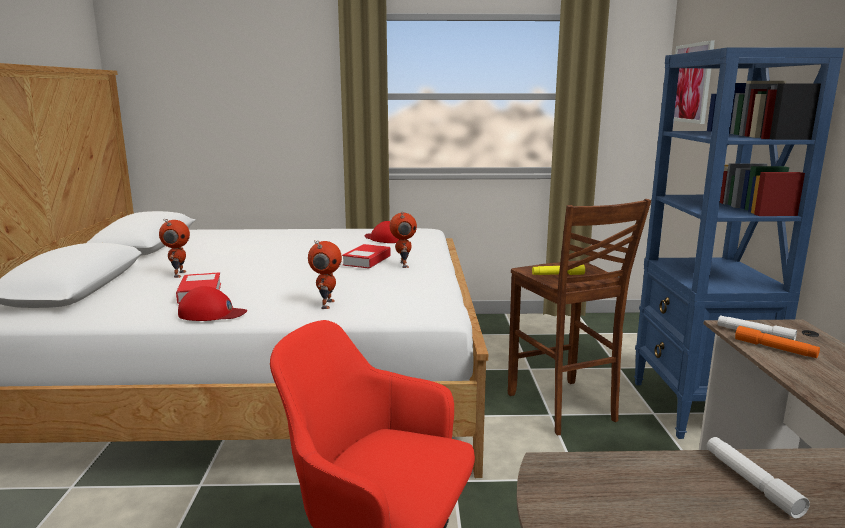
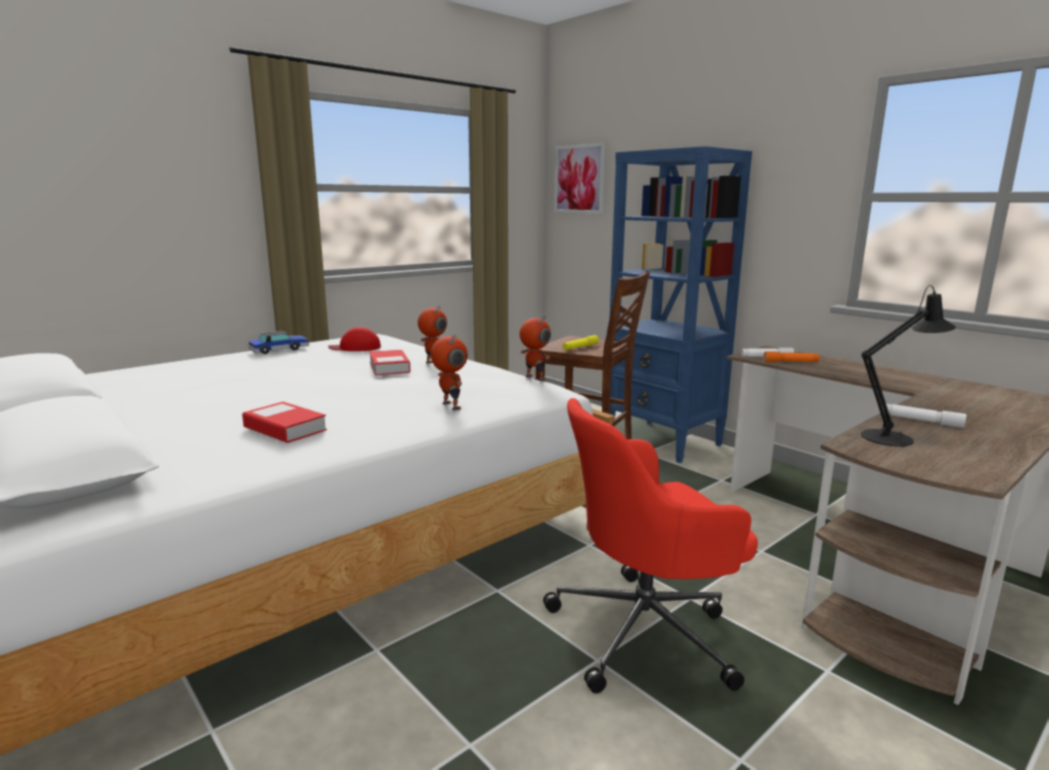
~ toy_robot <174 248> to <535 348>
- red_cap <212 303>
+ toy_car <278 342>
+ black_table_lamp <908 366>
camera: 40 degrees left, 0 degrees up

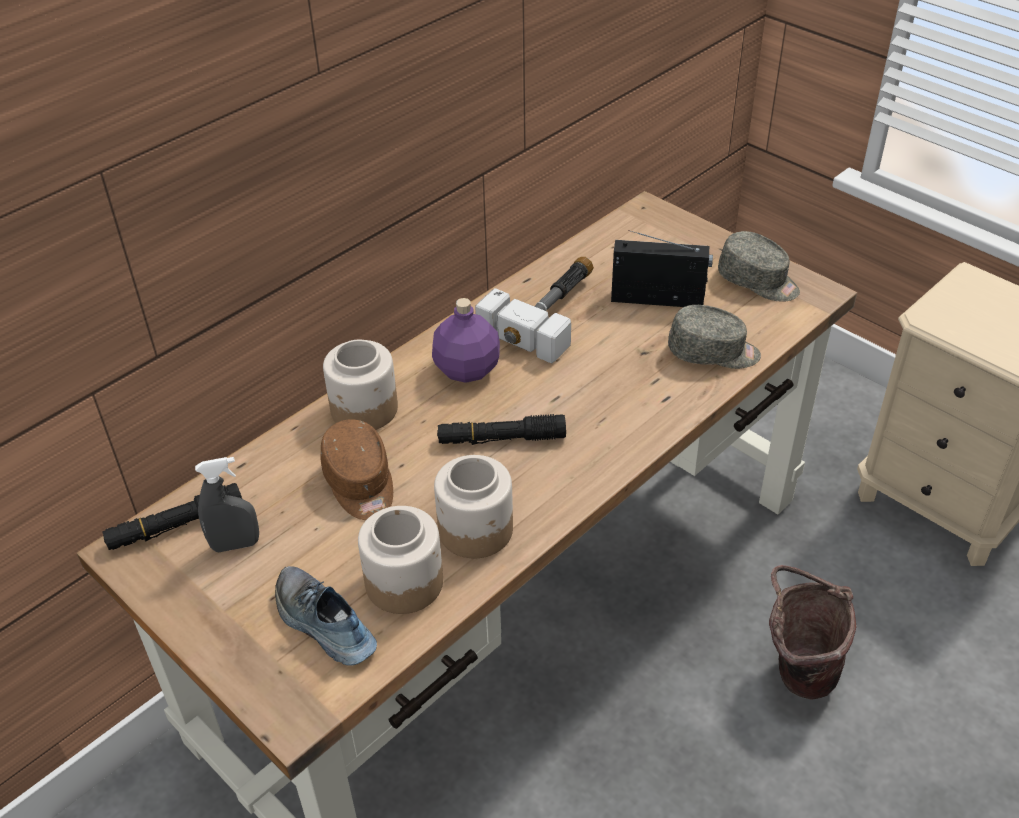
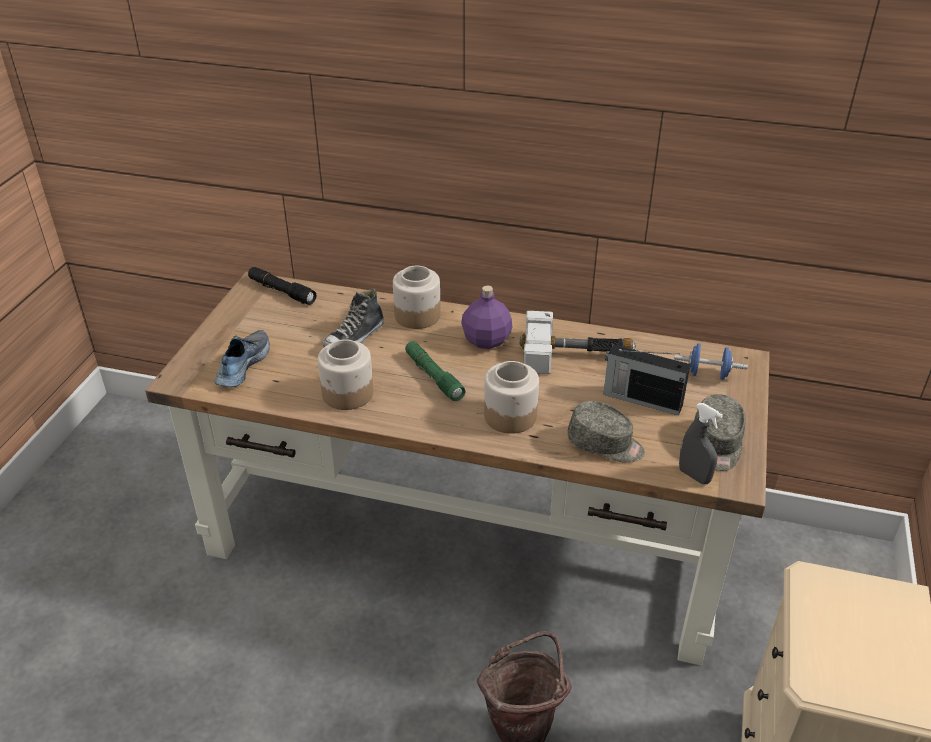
~ grey_spray_bottle <227 504> to <701 443>
~ brown_cap <357 470> to shoe <353 317>
~ jar <400 560> to <511 397>
~ black_flashlight <501 429> to green_flashlight <435 371>
~ radio <662 268> = <647 379> 135 degrees clockwise
~ grey_cap <714 337> = <606 432> 45 degrees counterclockwise
+ blue_dumbbell <711 361>
camera: 60 degrees right, 5 degrees down

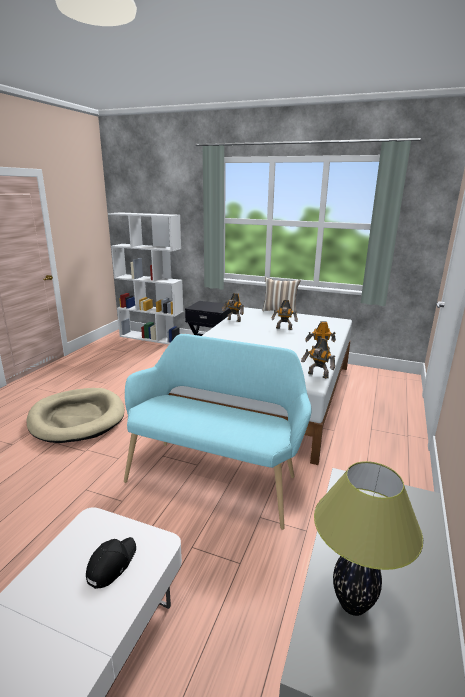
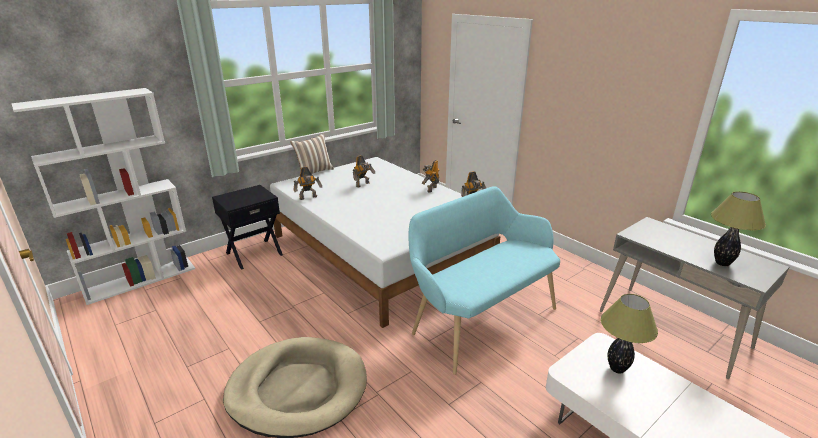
~ black_cap <111 563> to table_lamp <629 334>
camera: 60 degrees left, 5 degrees up

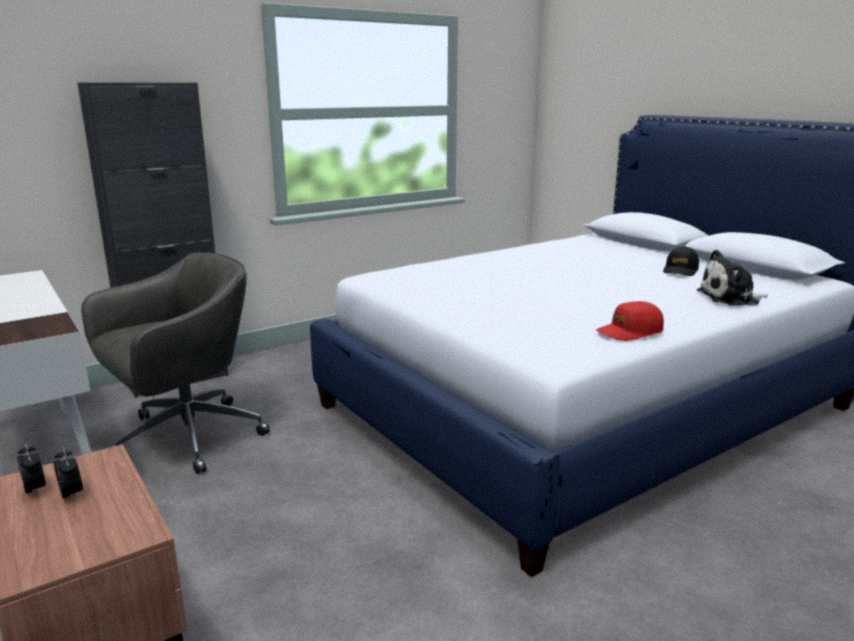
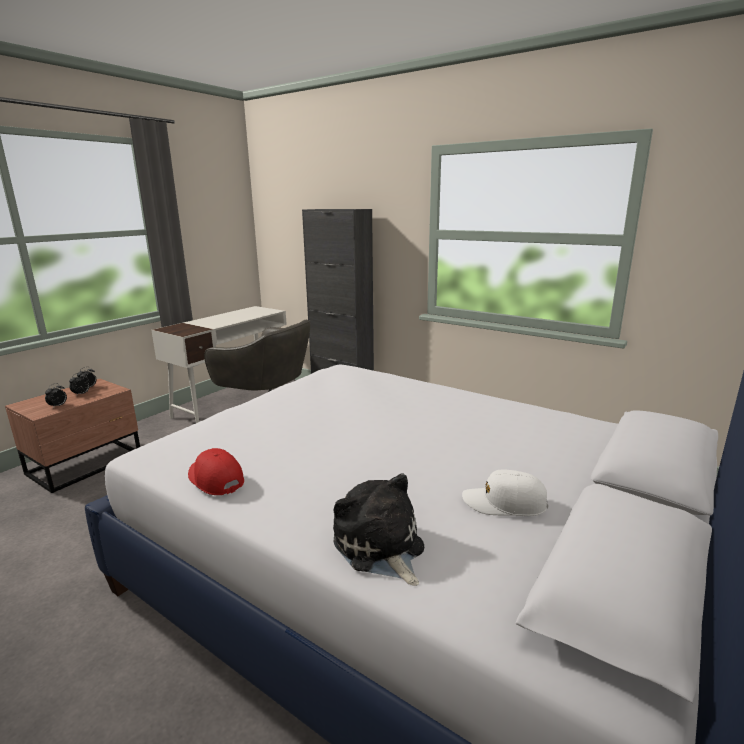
~ black_cap <681 261> to white_cap <505 492>
+ alarm_clock <56 396>
camera: 70 degrees right, 0 degrees up

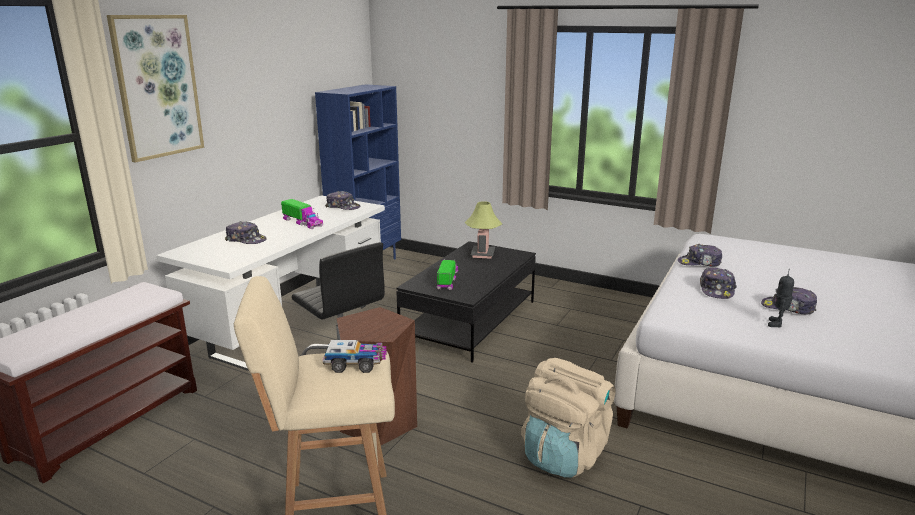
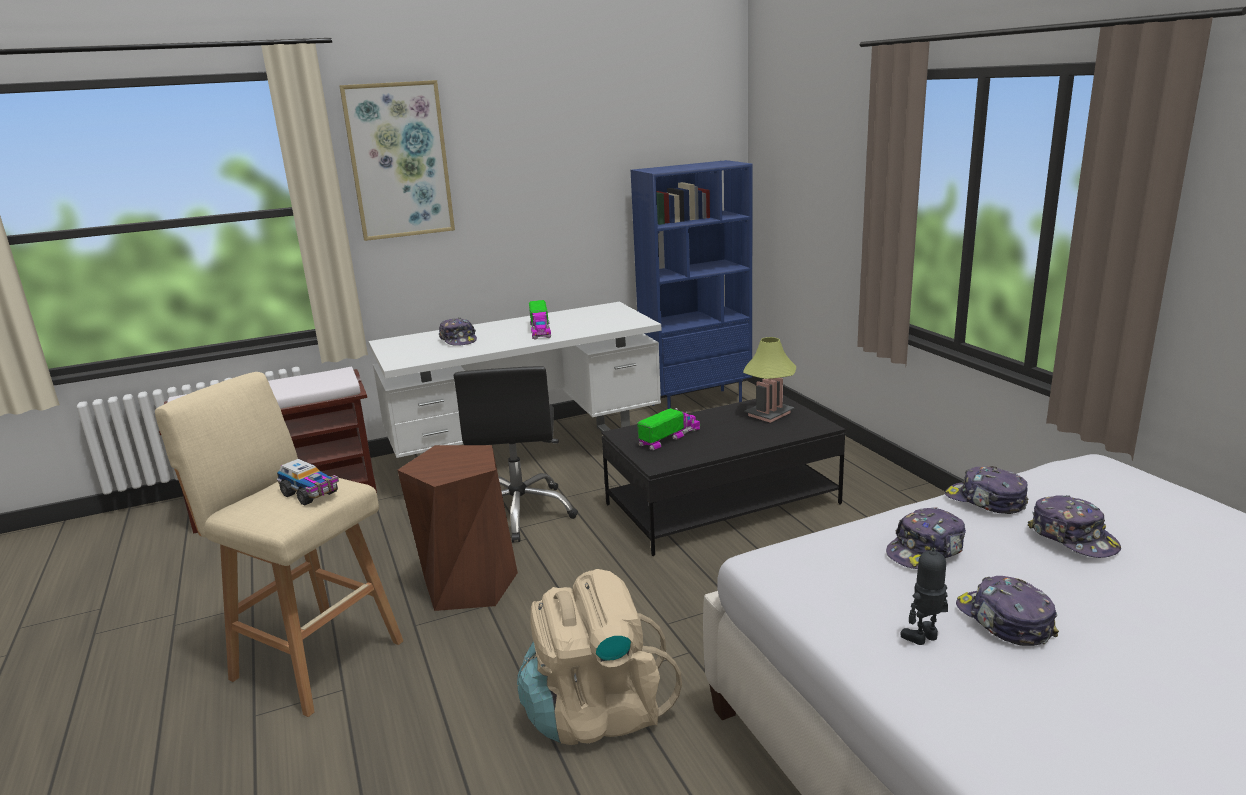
~ cap <342 200> to <1074 526>
camera: 40 degrees right, 0 degrees up

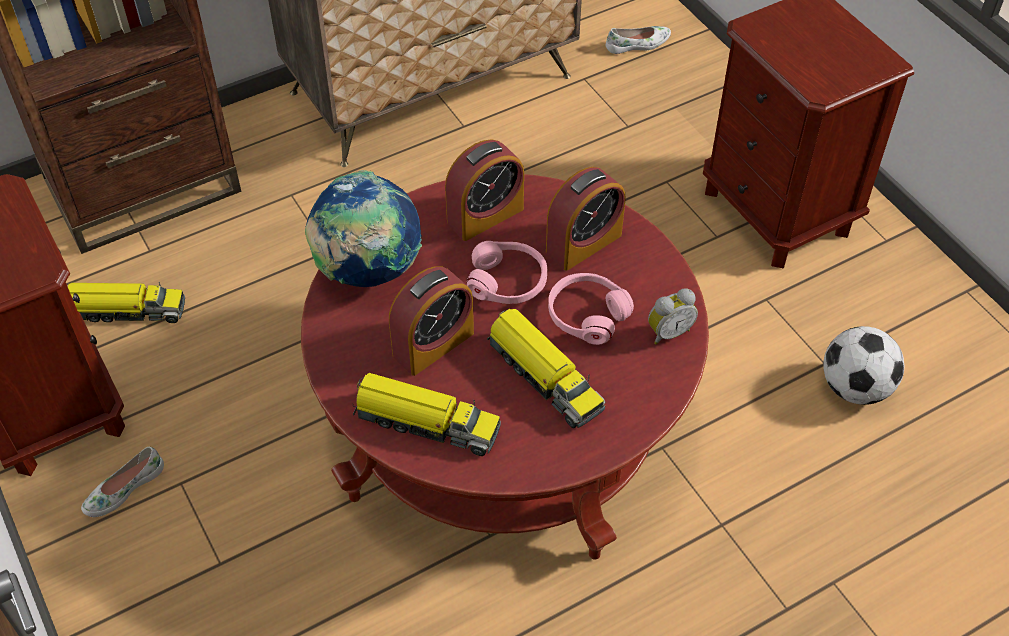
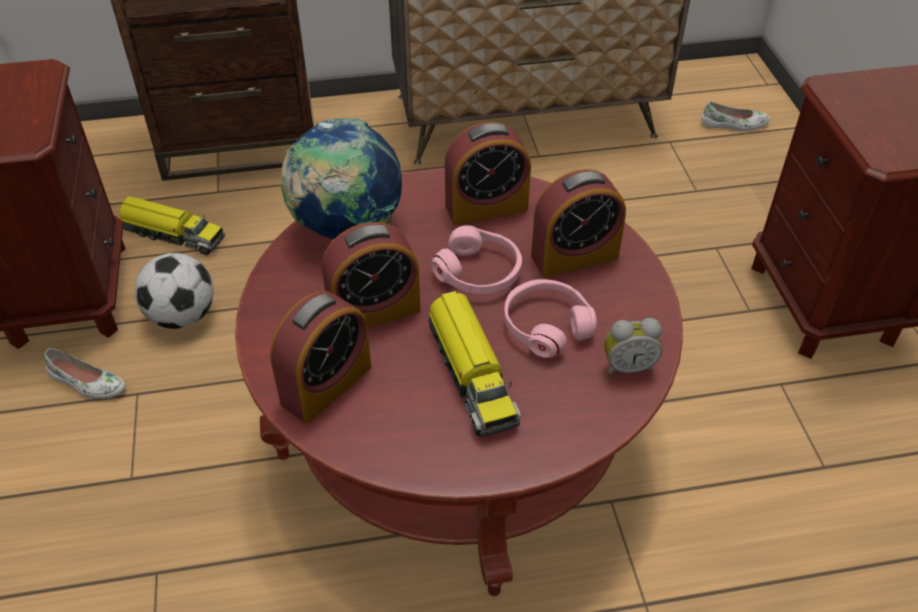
~ white_shoe <122 482> = <85 373> 135 degrees counterclockwise
~ toy_truck <427 414> to alarm_clock <320 357>
~ football <863 365> to <174 291>
camera: 20 degrees right, 5 degrees down

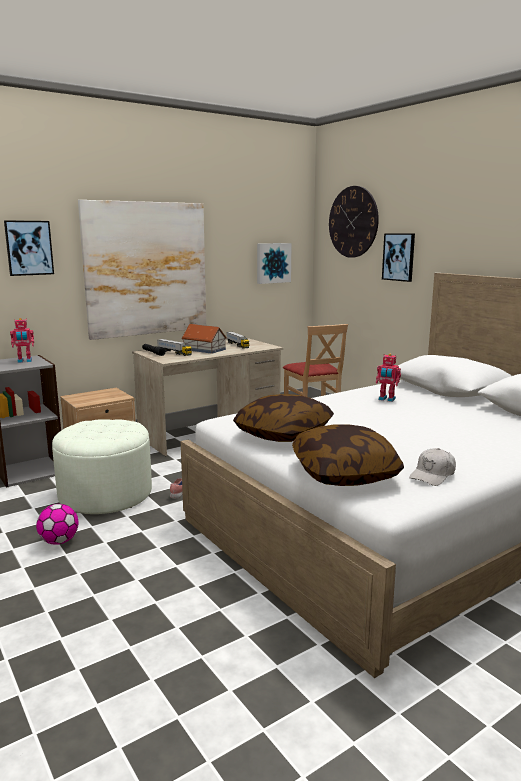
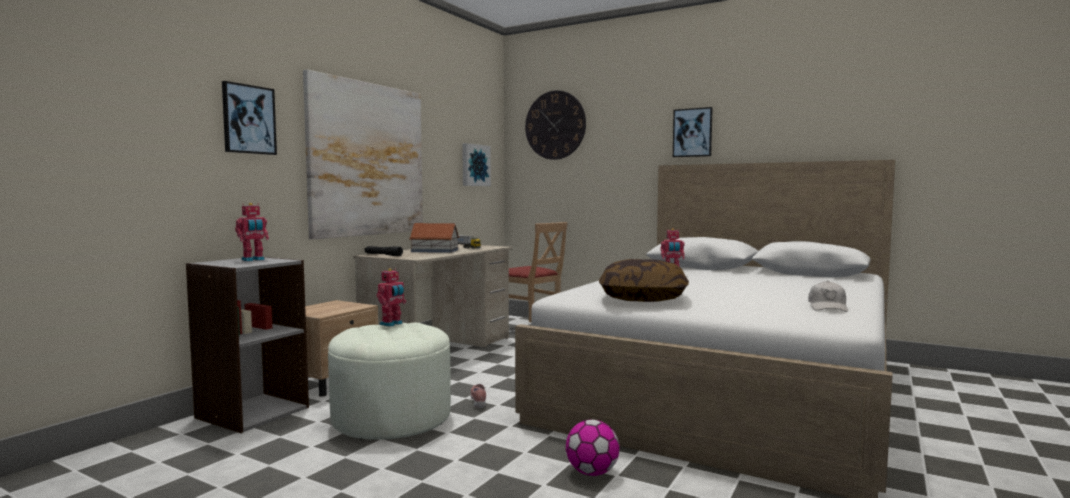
~ football <57 524> to <592 447>
- toy_truck <174 347>
- pillow <348 455>
~ picture <398 257> to <693 132>
+ toy_robot <391 297>
camera: 25 degrees left, 10 degrees down

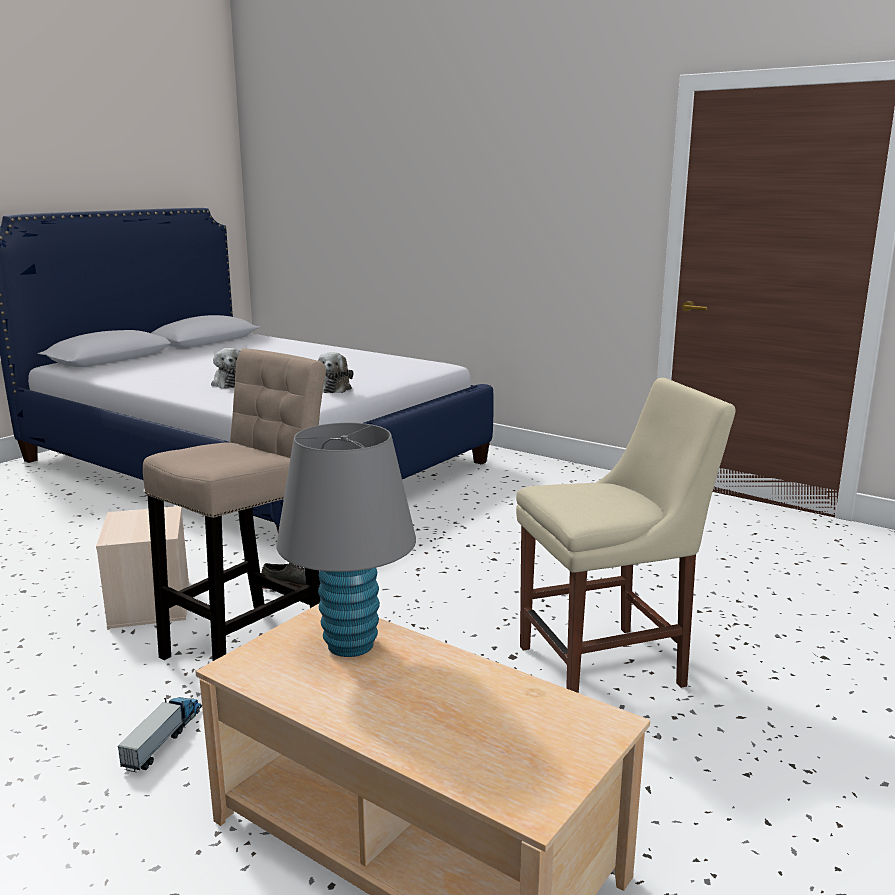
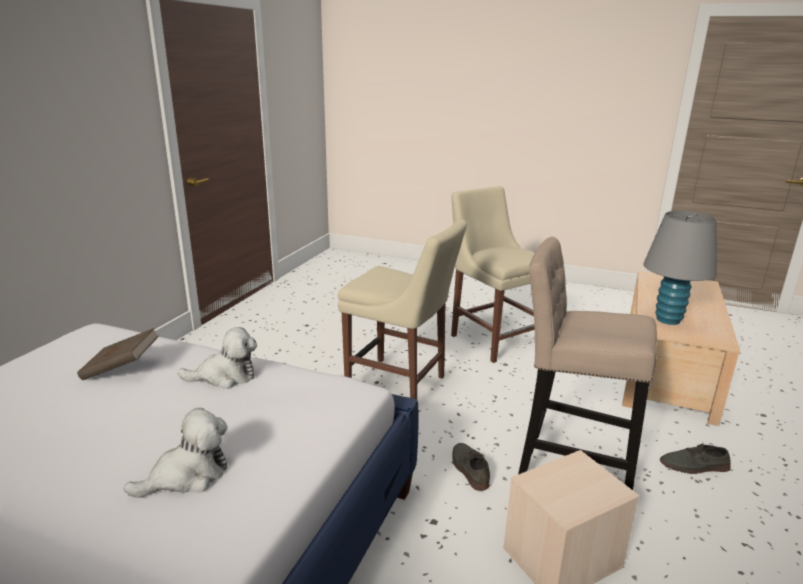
~ toy_truck <159 734> to grey_shoe <695 459>
+ brown_book <118 354>
+ beige_chair <402 309>
camera: 105 degrees left, 5 degrees up

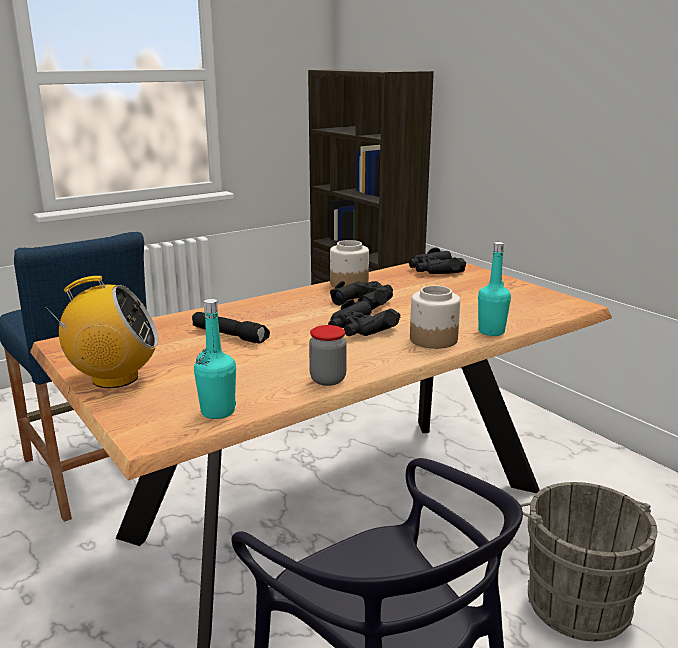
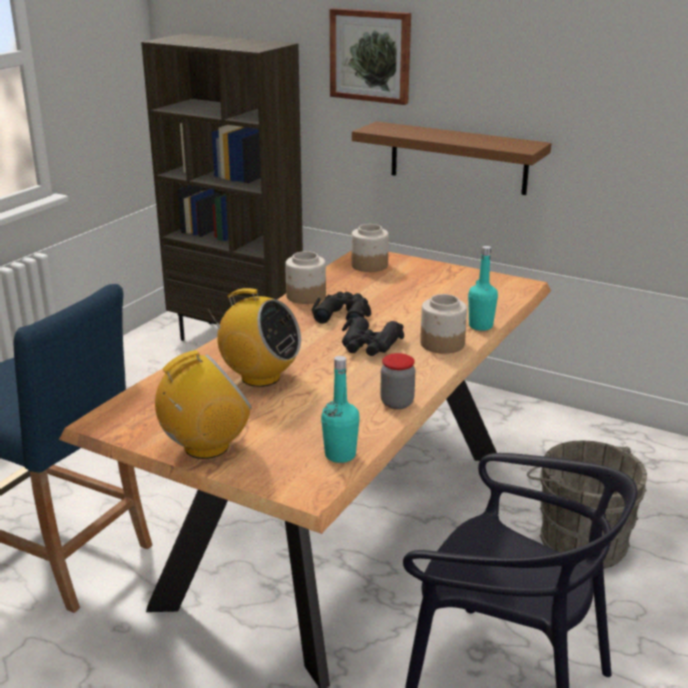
~ black_flashlight <231 328> to radio <254 337>
~ black_binoculars <437 261> to jar <370 248>
+ picture <370 56>
+ brown_shelf <451 158>
camera: 25 degrees left, 5 degrees up

